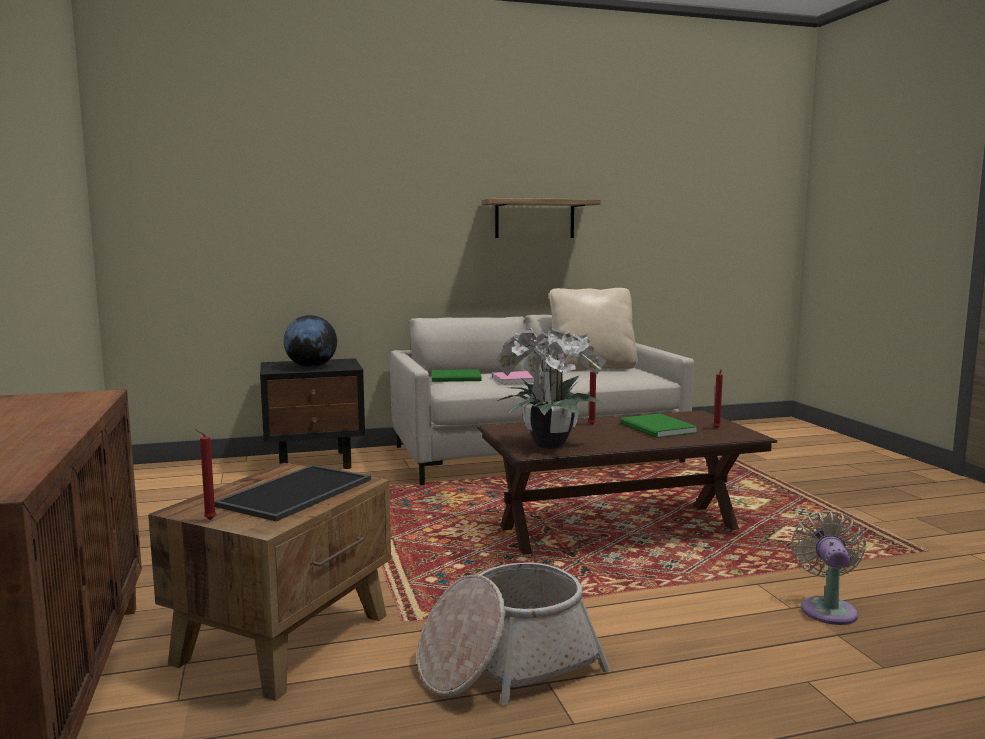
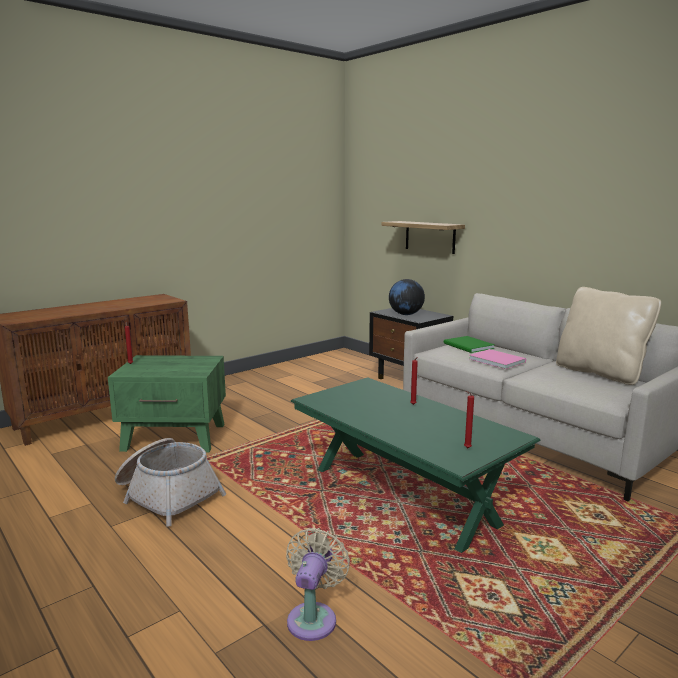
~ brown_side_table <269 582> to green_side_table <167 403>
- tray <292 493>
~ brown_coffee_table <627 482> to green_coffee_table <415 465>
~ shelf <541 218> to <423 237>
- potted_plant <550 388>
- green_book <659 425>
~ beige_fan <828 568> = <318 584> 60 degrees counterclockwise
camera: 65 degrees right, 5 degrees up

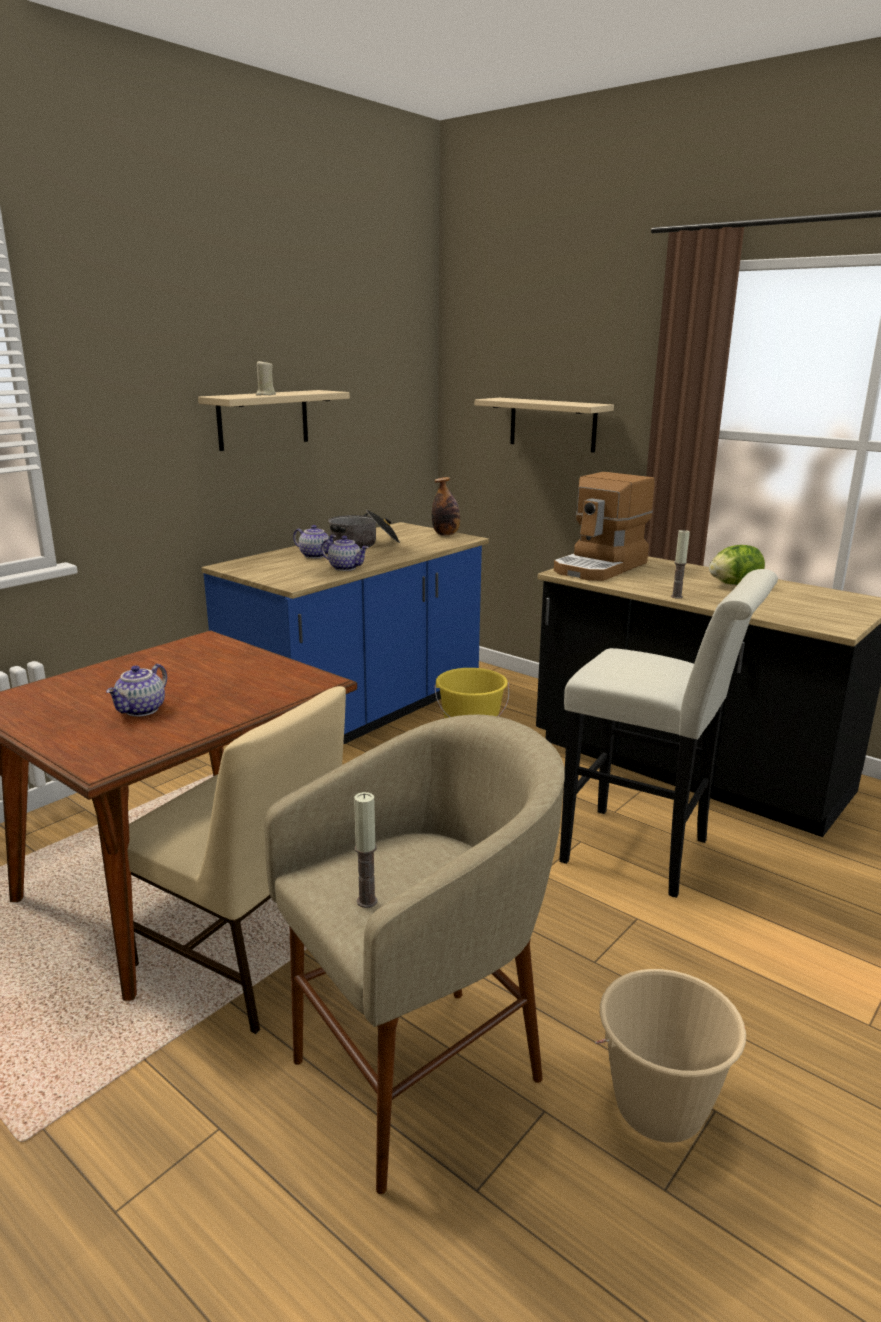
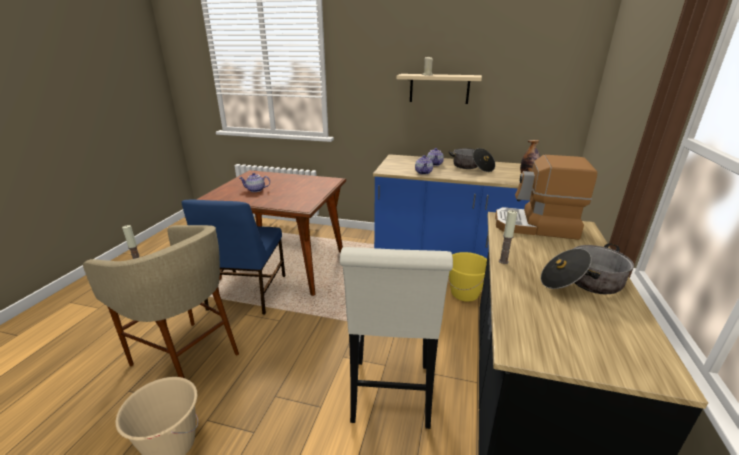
~ beige_chair <237 860> to blue_chair <233 256>
- beige_shelf <544 425>
~ lettuce <737 565> to cooking_pot <587 268>
camera: 65 degrees right, 5 degrees up

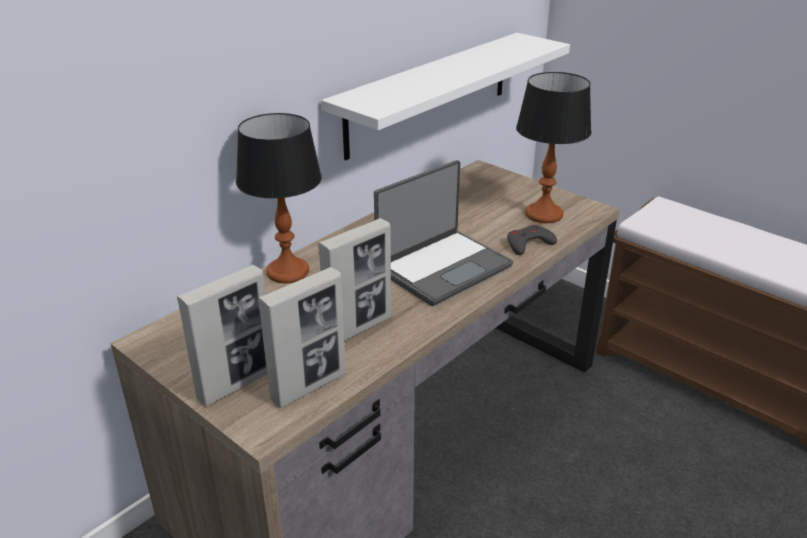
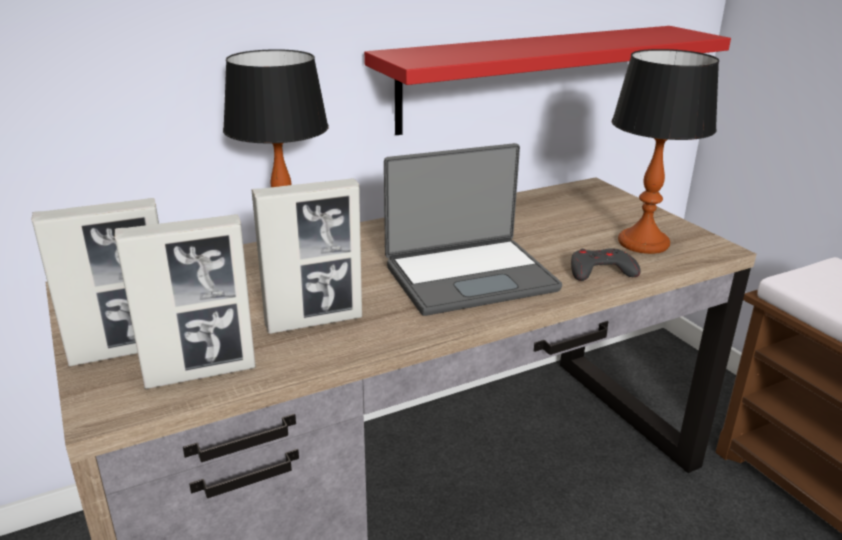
~ white_shelf <445 96> to red_shelf <547 80>
camera: 20 degrees right, 5 degrees down

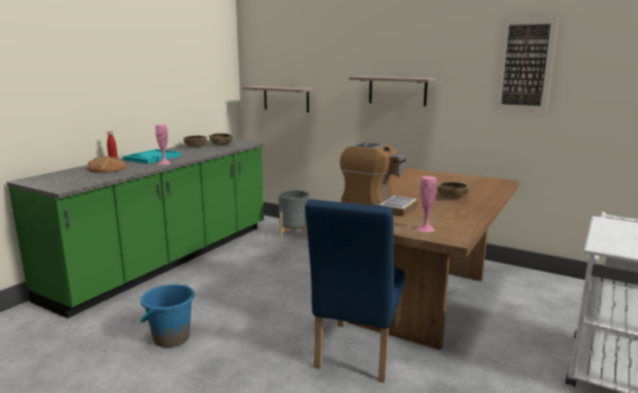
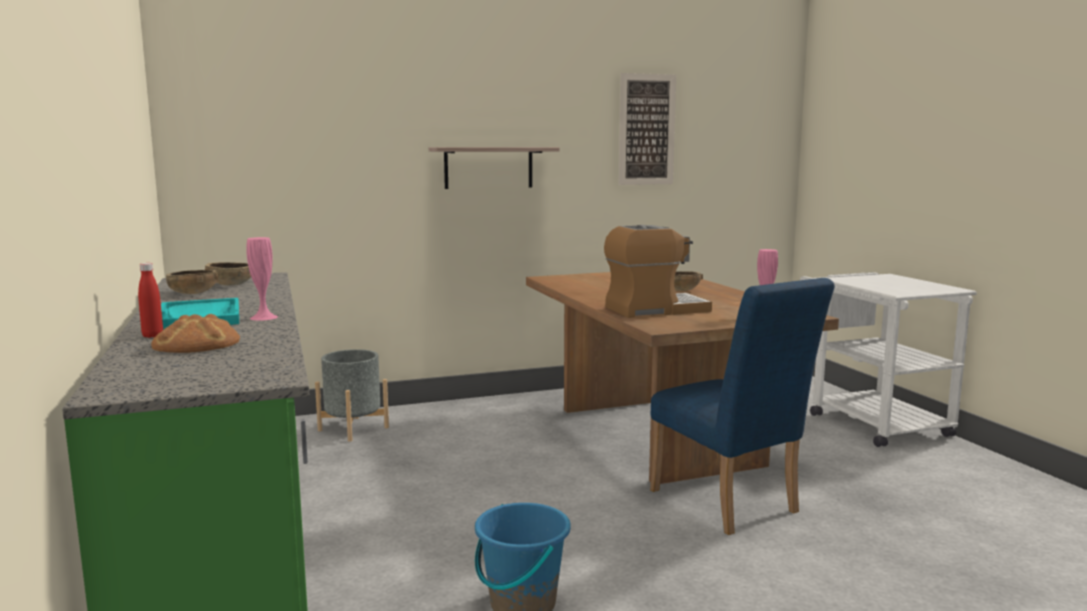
- shelf <280 99>
camera: 50 degrees left, 5 degrees down

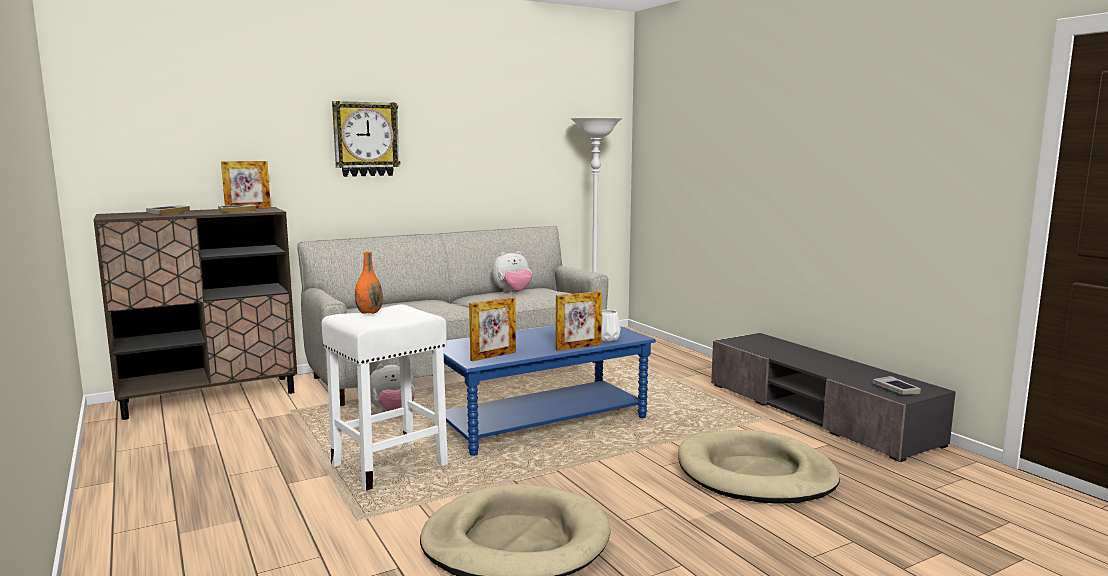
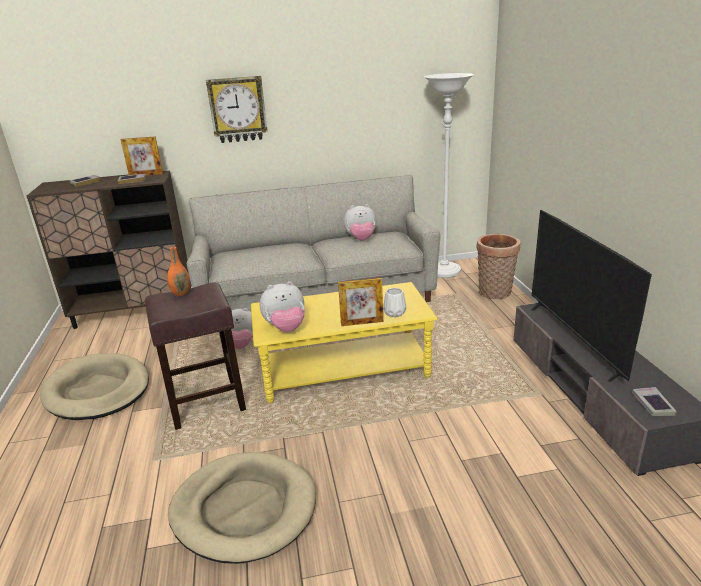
~ white_stool <385 398> to brown_stool <195 356>
~ blue_coffee_table <549 390> to yellow_coffee_table <344 342>
~ picture_frame <492 329> to plush_toy <282 306>
~ beige_dog_bed <759 467> to <94 386>
+ basket <498 266>
+ television <592 296>
camera: 20 degrees right, 15 degrees up

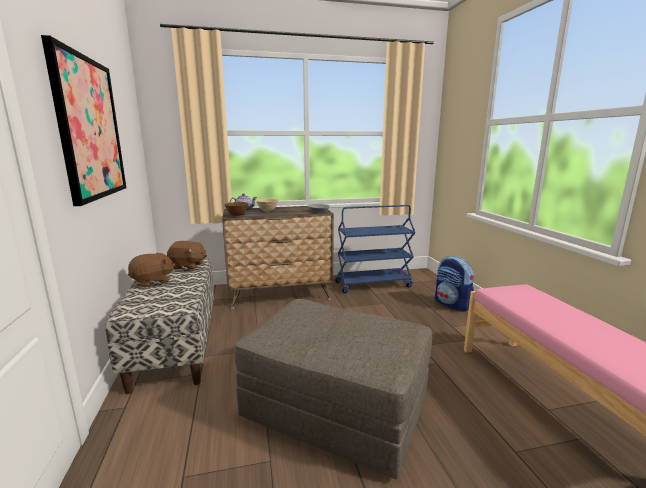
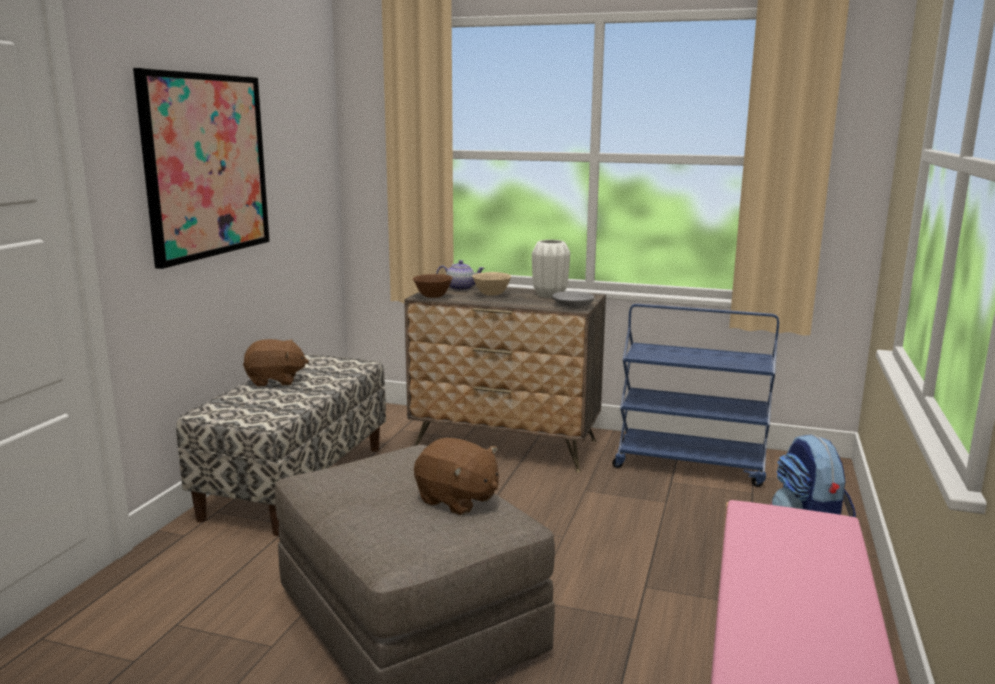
~ brown_plush_toy <187 255> to <456 476>
+ white_vase <551 269>
camera: 30 degrees right, 0 degrees up

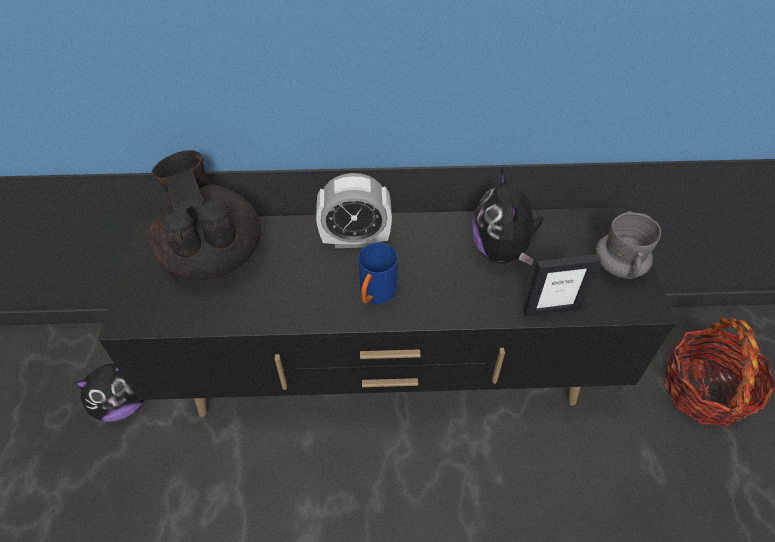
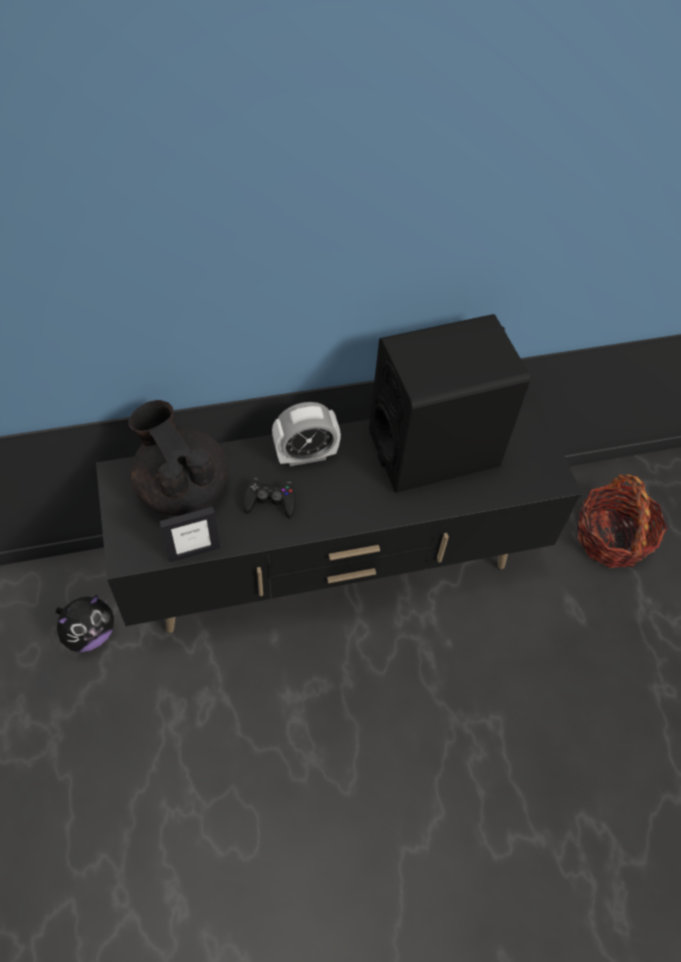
- blue_mug <378 273>
~ plush_toy <508 217> to black_speaker <449 403>
~ picture_frame <562 285> to <190 534>
- grey_mug <628 245>
+ black_game_controller <269 498>
camera: 15 degrees left, 5 degrees up

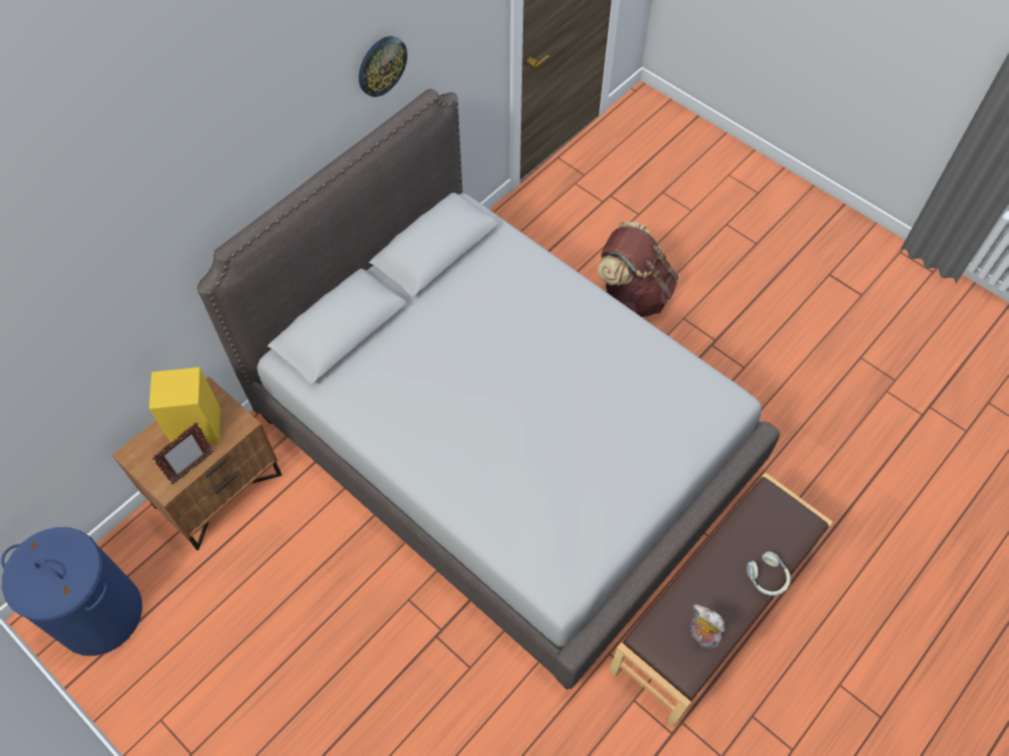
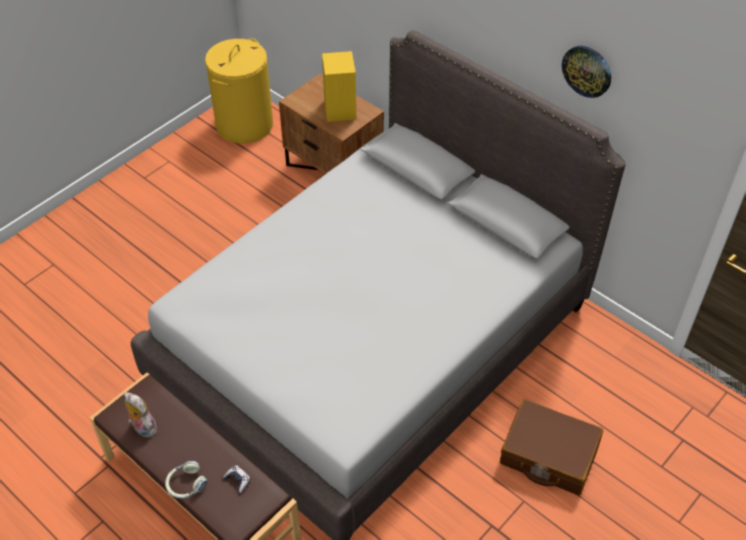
~ blue_laundry_basket <71 591> to yellow_laundry_basket <239 91>
- picture_frame <182 453>
~ brown_backpack <638 269> to brown_suitcase <551 447>
~ plush_toy <707 626> = <140 414> 90 degrees counterclockwise
+ game_controller <236 479>
camera: 90 degrees right, 10 degrees down

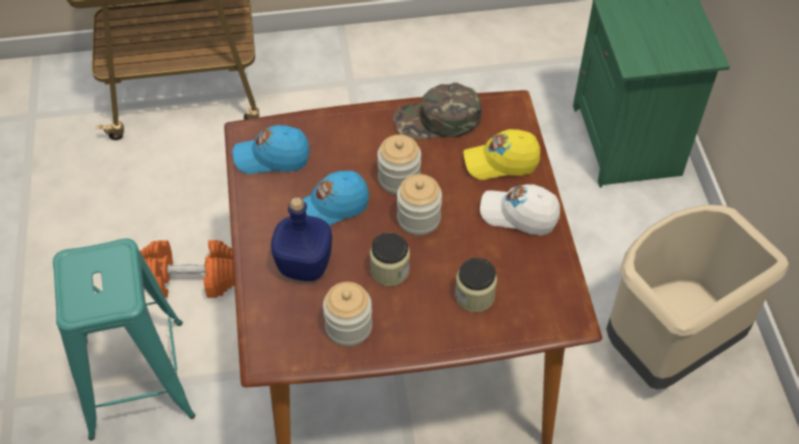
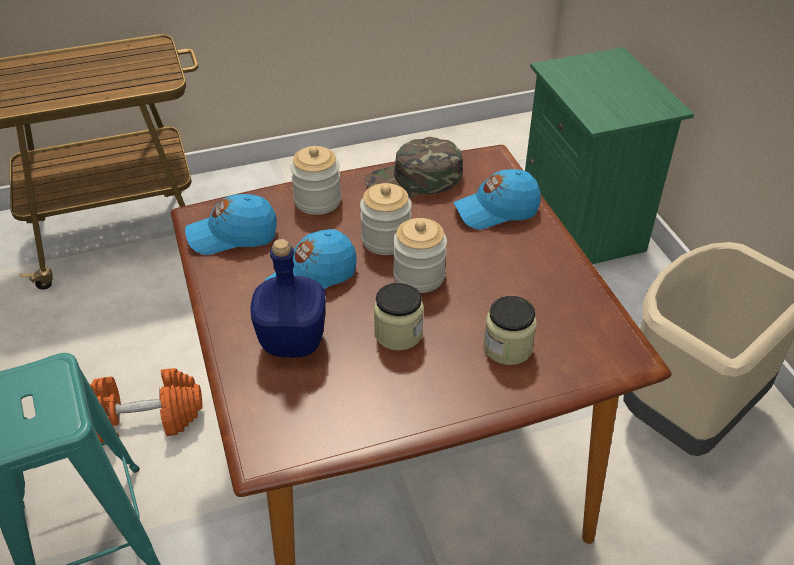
~ jar <347 314> to <315 180>
~ yellow_cap <502 154> to blue_cap <497 199>
- white_cap <520 210>
camera: 10 degrees left, 10 degrees down

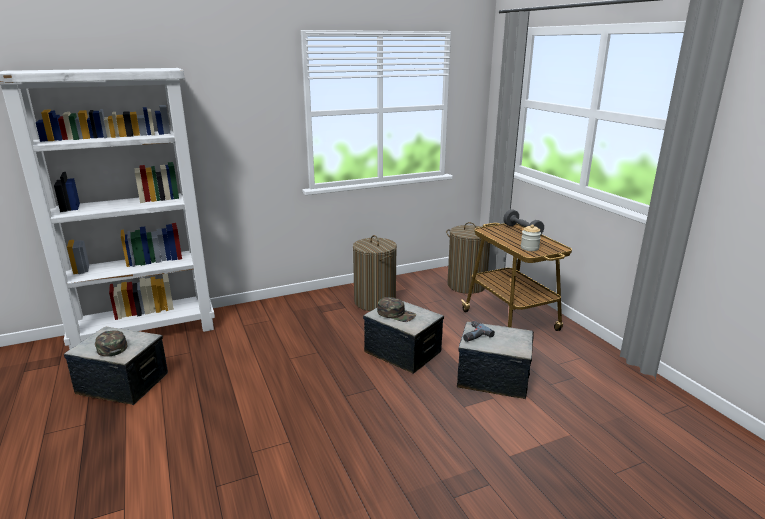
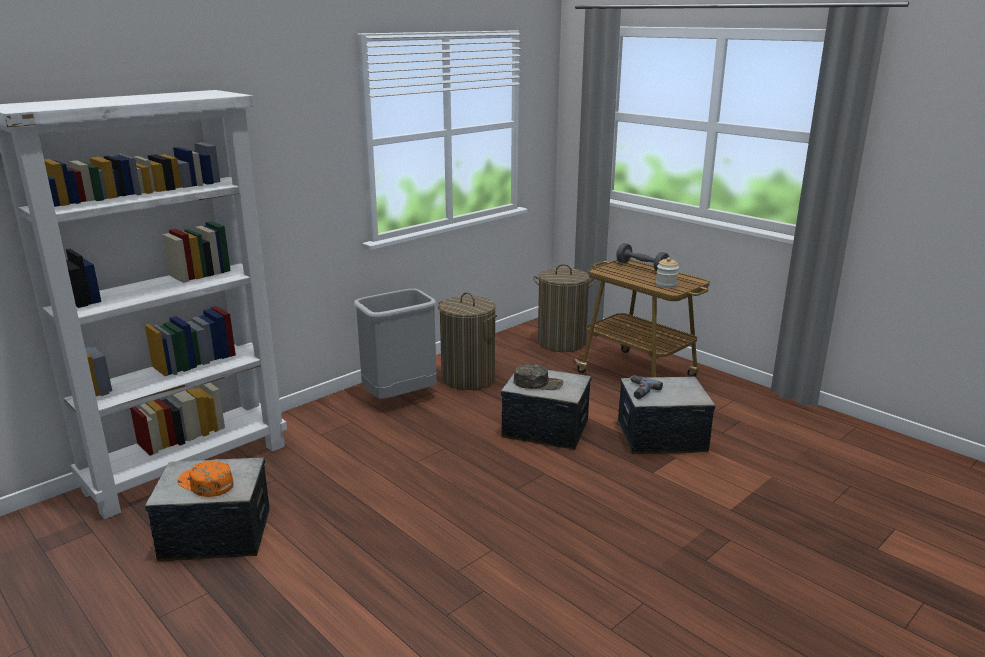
~ green_cap <111 343> to orange_cap <205 478>
+ grey_trash_can <395 344>
camera: 20 degrees left, 0 degrees up

